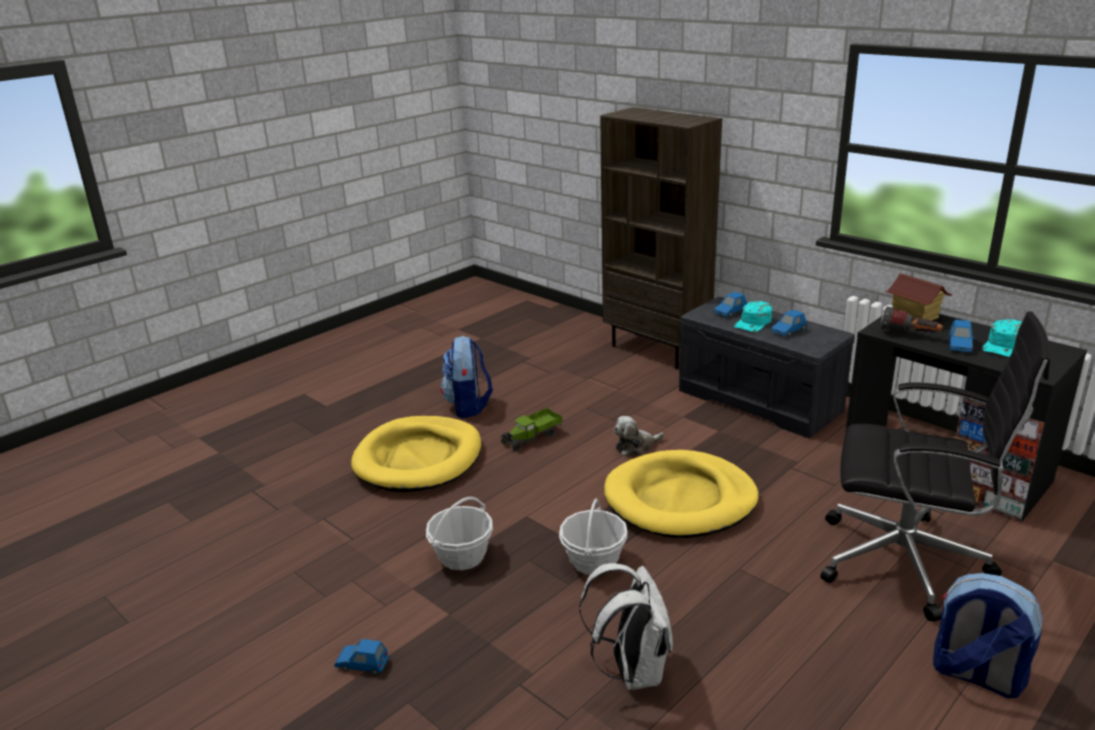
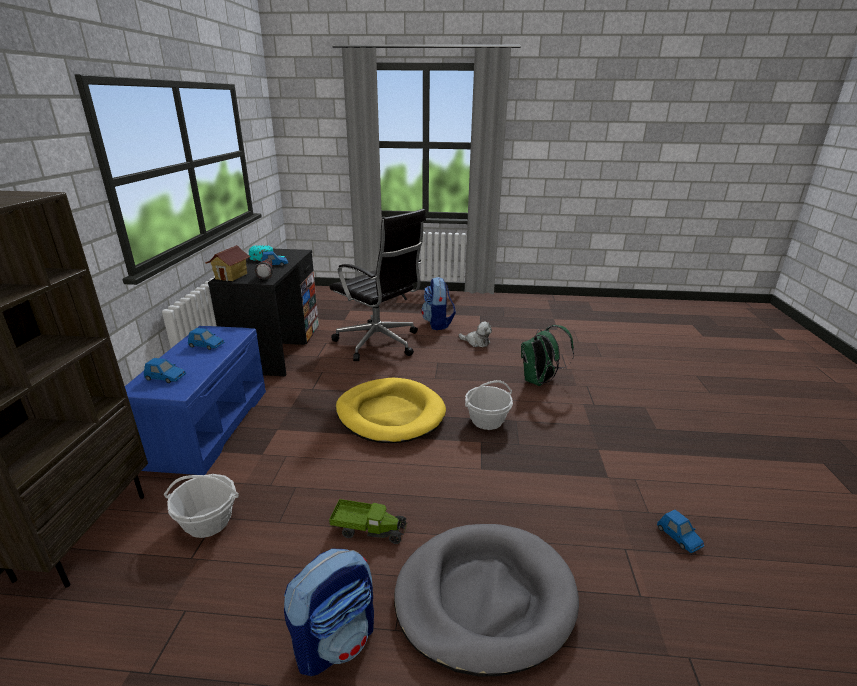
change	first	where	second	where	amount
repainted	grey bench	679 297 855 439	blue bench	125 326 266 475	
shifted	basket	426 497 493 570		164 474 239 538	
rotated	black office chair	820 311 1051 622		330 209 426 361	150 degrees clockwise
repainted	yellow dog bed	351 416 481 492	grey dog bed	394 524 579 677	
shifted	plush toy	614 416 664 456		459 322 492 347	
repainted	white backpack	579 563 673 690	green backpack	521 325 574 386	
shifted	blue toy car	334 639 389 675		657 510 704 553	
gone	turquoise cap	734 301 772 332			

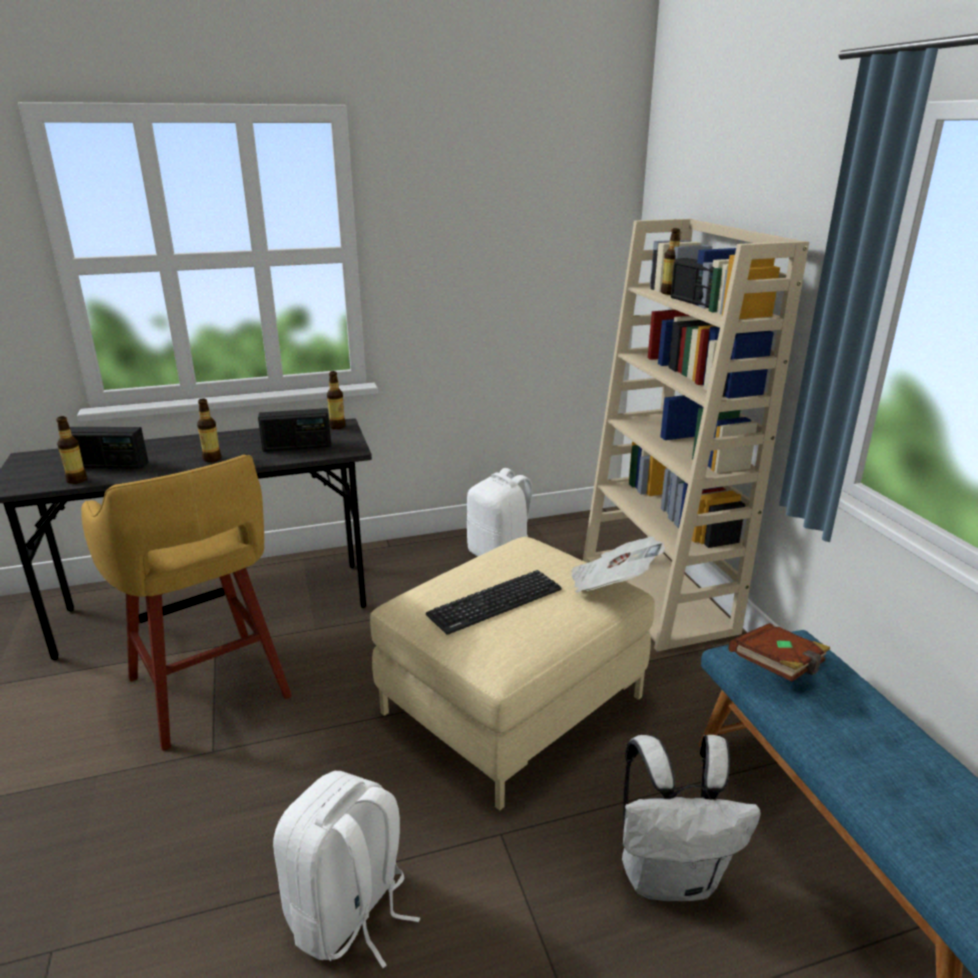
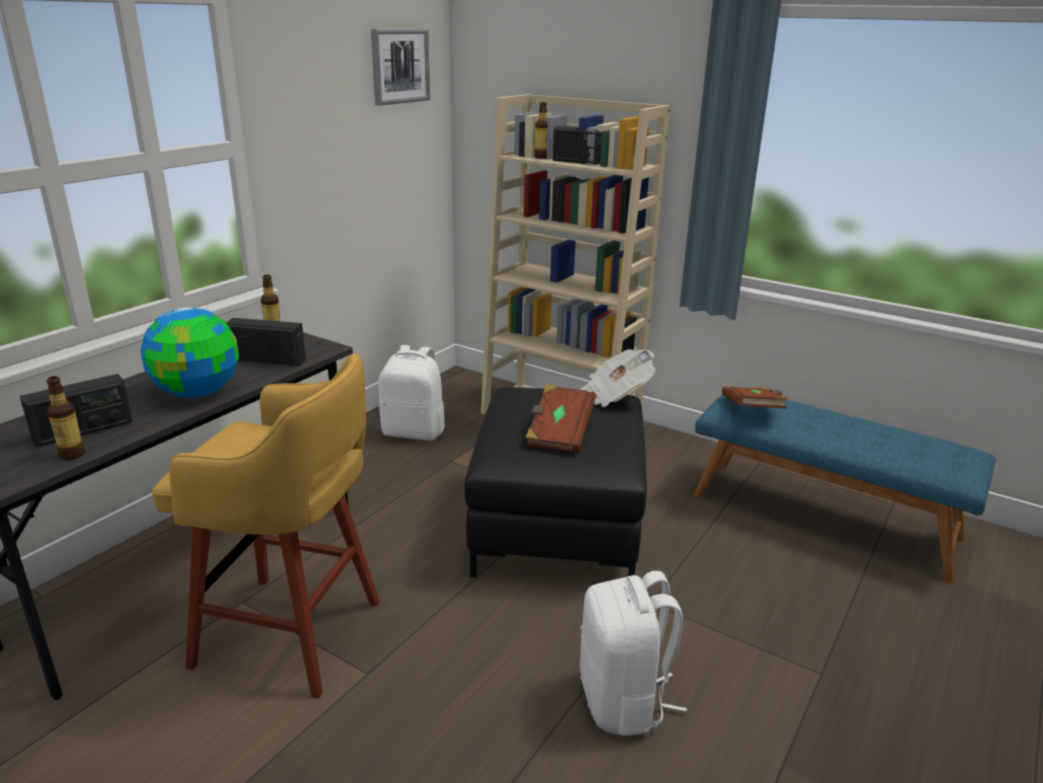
change	first	where	second	where	amount
swapped	bottle	197 398 221 462	globe	140 307 239 398	
rotated	radio	258 408 331 452		226 318 306 366	120 degrees counterclockwise
new			picture	371 29 430 106	
repainted	beige ottoman	370 537 655 811	black ottoman	464 387 647 578	
swapped	keyboard	426 570 562 635	brown book	525 384 596 453	
gone	white backpack	622 735 761 901			

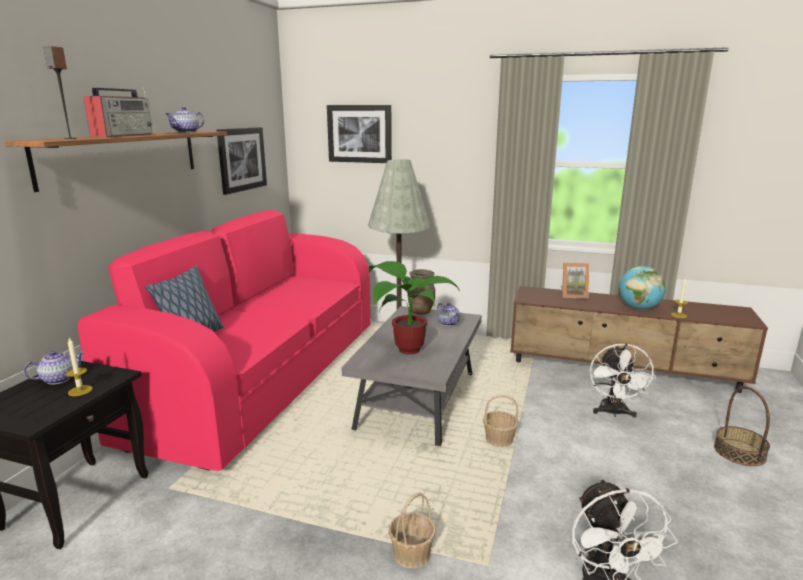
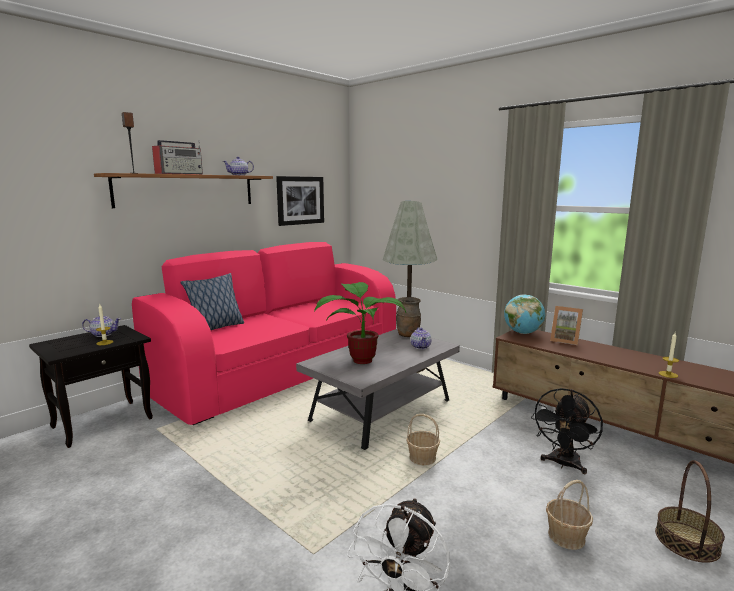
change	first	where	second	where	amount
shifted	globe	619 266 666 310		504 294 545 334	
repainted	white fan	590 343 656 418	black fan	531 388 603 475	
shifted	basket	388 493 436 569		546 480 593 550	
gone	picture	327 105 392 163			

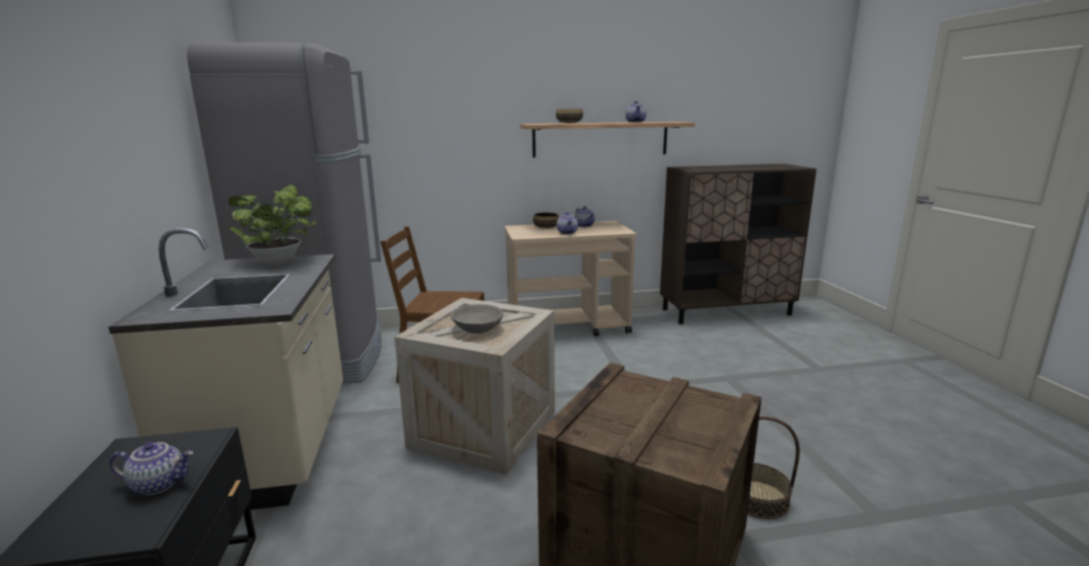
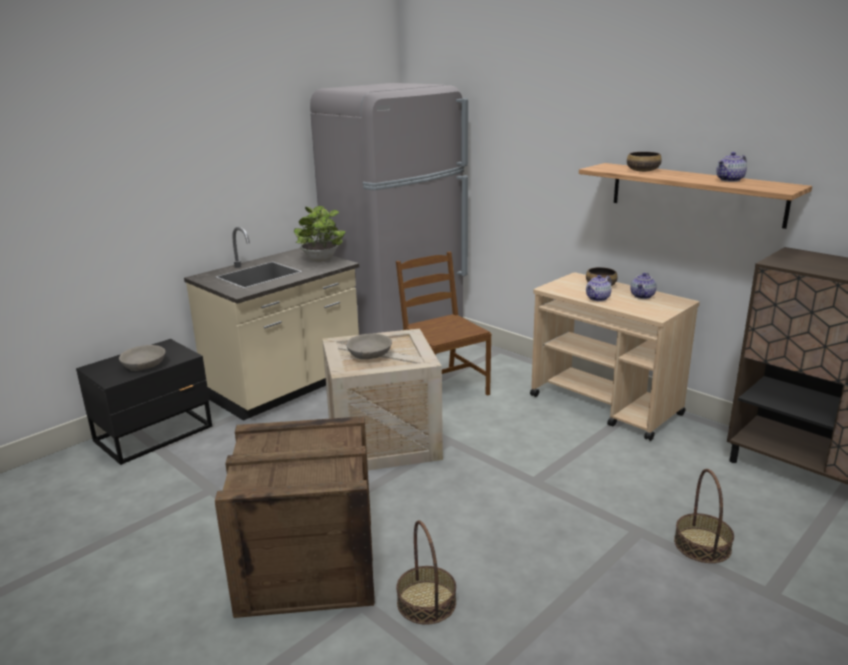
change	first	where	second	where	amount
swapped	teapot	110 442 193 495	grey bowl	119 345 166 371	
new			basket	674 469 734 563	

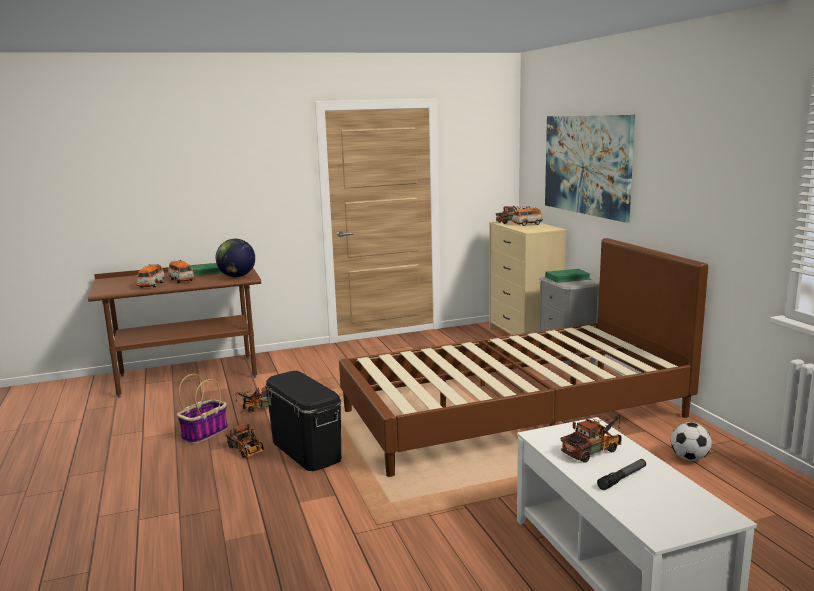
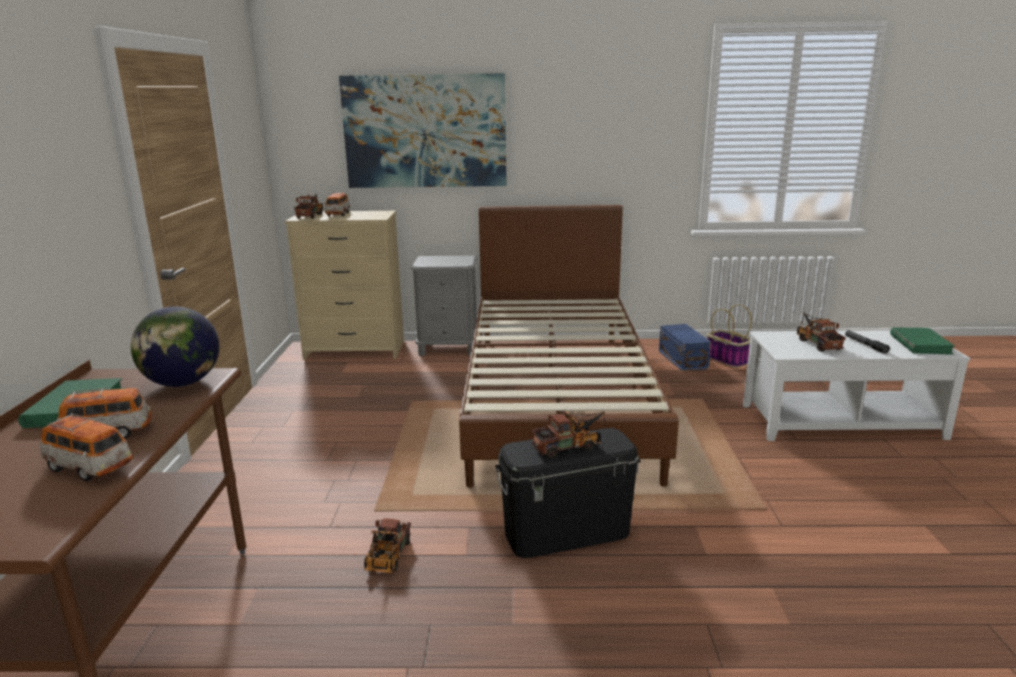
change	first	where	second	where	amount
shifted	toy truck	226 424 264 458		532 411 606 458	
swapped	football	671 422 712 461	blue storage box	659 324 711 371	
shifted	basket	177 374 228 444		707 304 752 368	
shifted	green book	545 269 591 283		890 327 955 354	

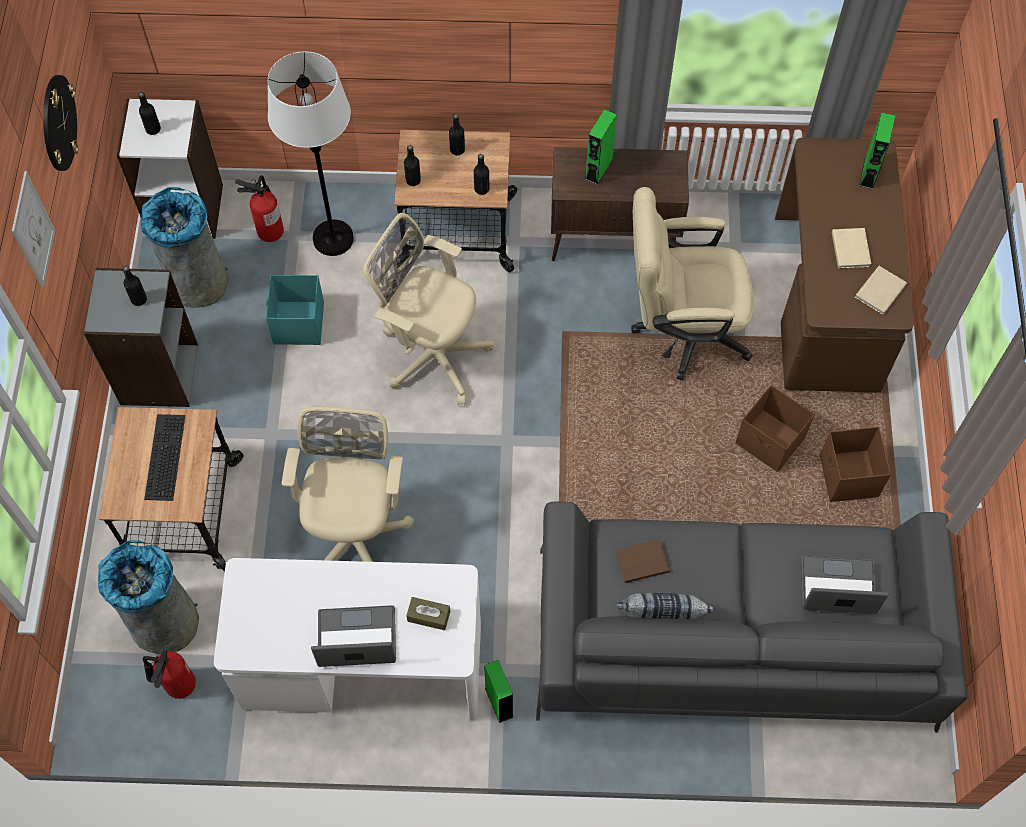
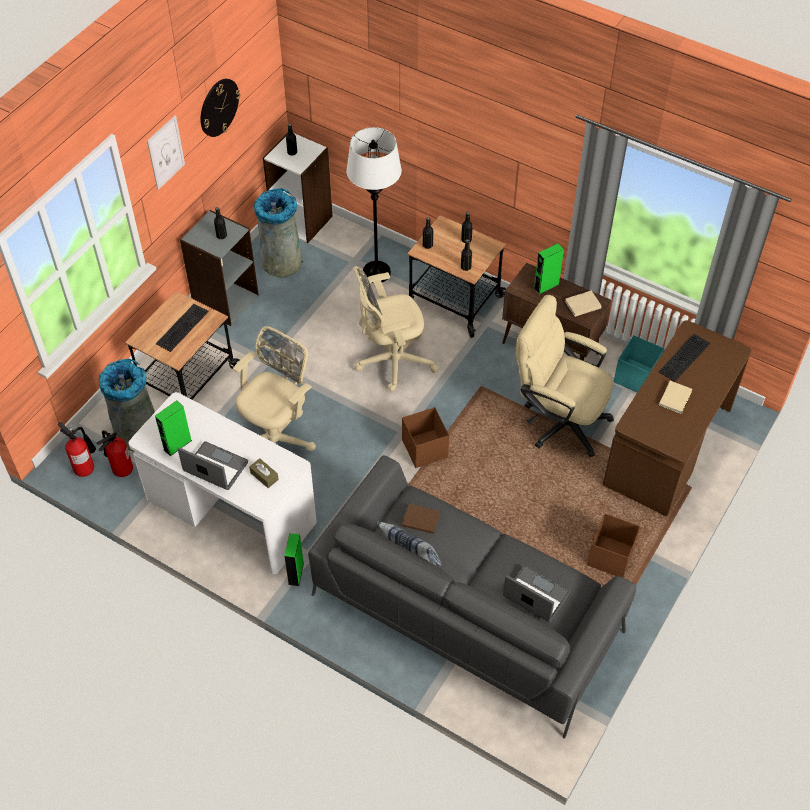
change	first	where	second	where	amount
shifted	fire extinguisher	235 175 284 242		58 422 96 477	
shifted	green speaker	859 112 895 189		155 400 192 456	
rotated	beige office chair	364 213 494 405		353 266 439 392	75 degrees counterclockwise
shifted	brown storage box	736 385 815 472		402 407 449 468	
shifted	beige book	855 266 907 315		565 291 602 317	
shifted	turquoise storage box	266 275 324 345		614 335 665 392	
new			keyboard	659 334 710 382	

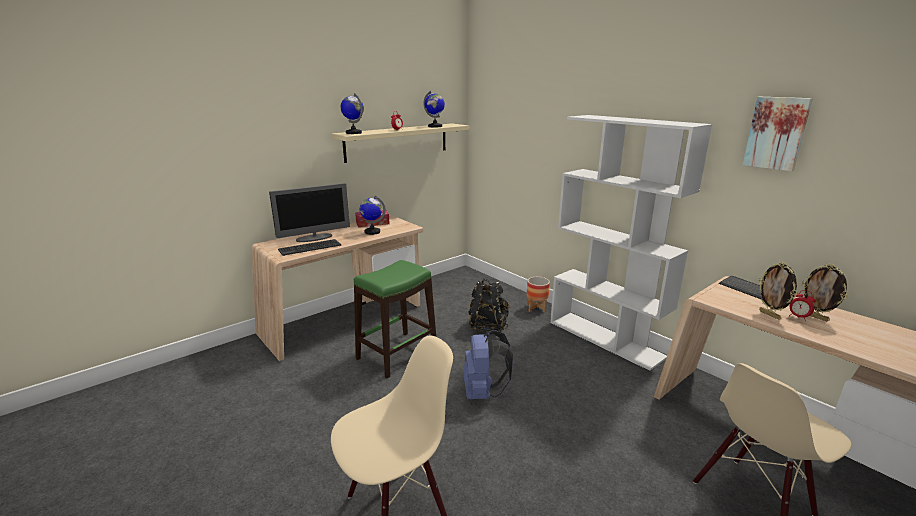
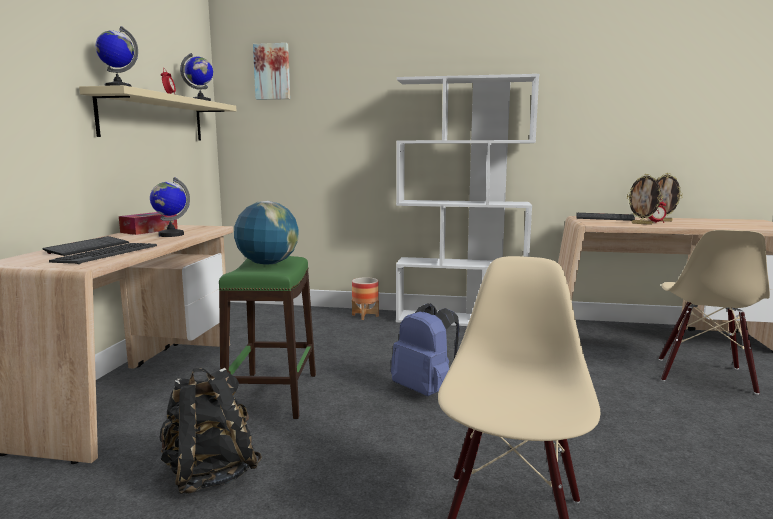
change	first	where	second	where	amount
swapped	monitor	269 183 350 242	keyboard	42 236 129 256	
shifted	black backpack	468 279 509 331		160 368 262 494	
new			globe	234 201 299 265	
shifted	picture	743 97 813 171		253 43 290 100	

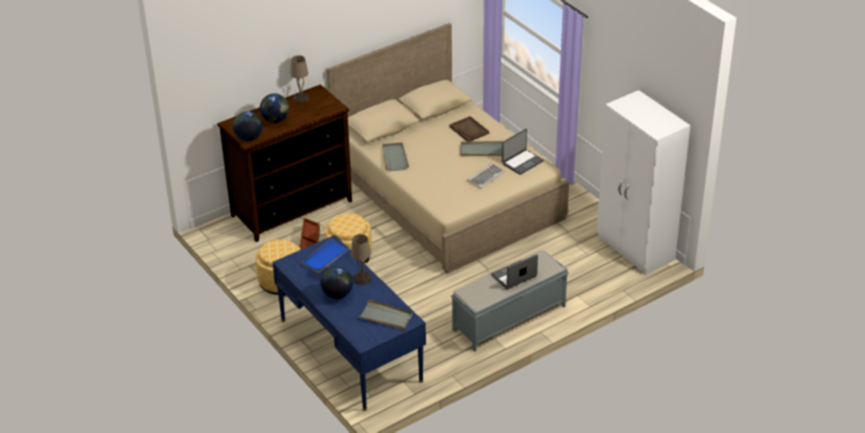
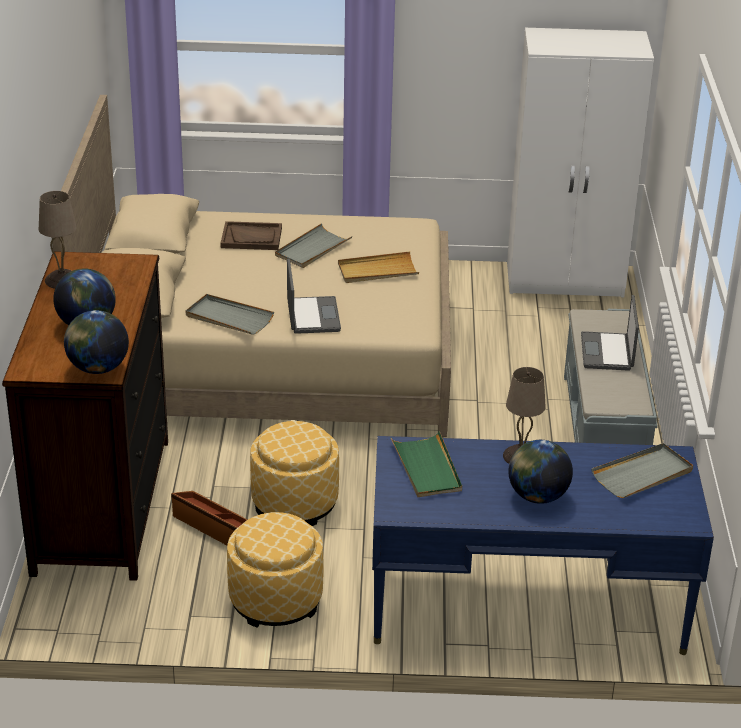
change	first	where	second	where	amount
shifted	laptop	502 129 544 175		287 259 341 334	
swapped	keyboard	467 163 505 189	beige tray	338 251 419 283	
repainted	blue tray	302 238 351 273	green tray	390 431 462 497	

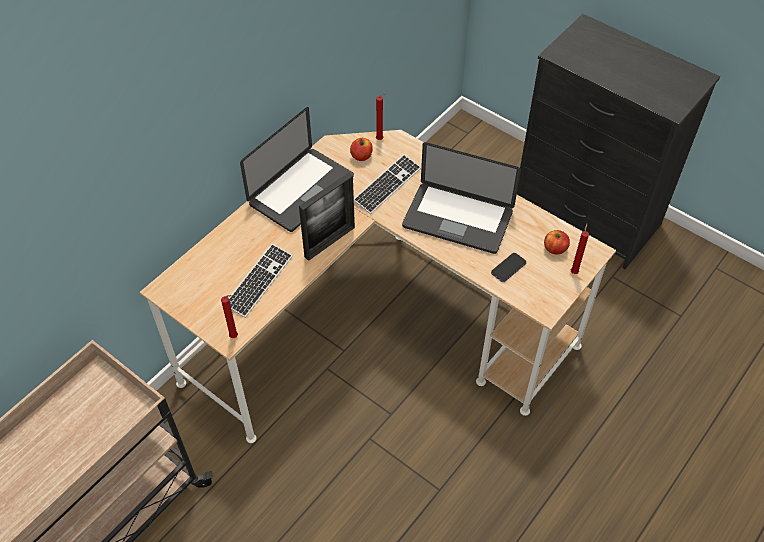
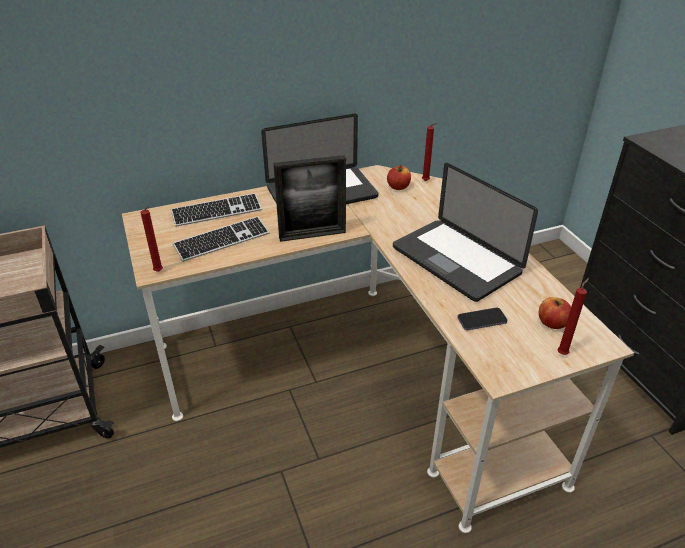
change	first	where	second	where	amount
shifted	keyboard	354 154 421 214		171 193 262 227	

